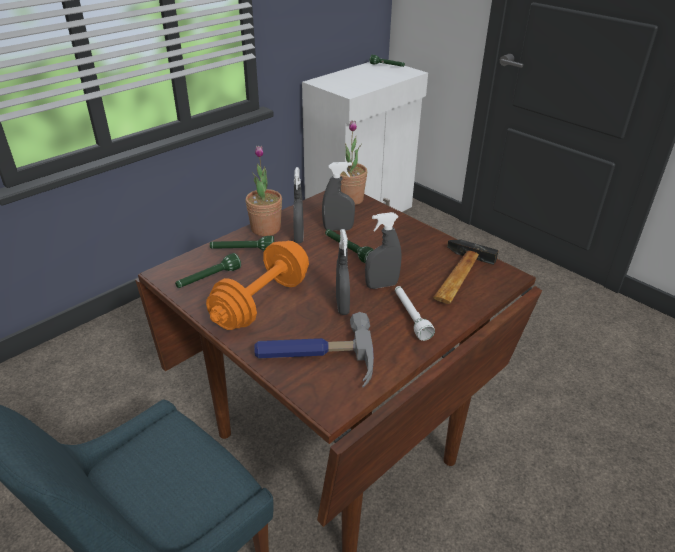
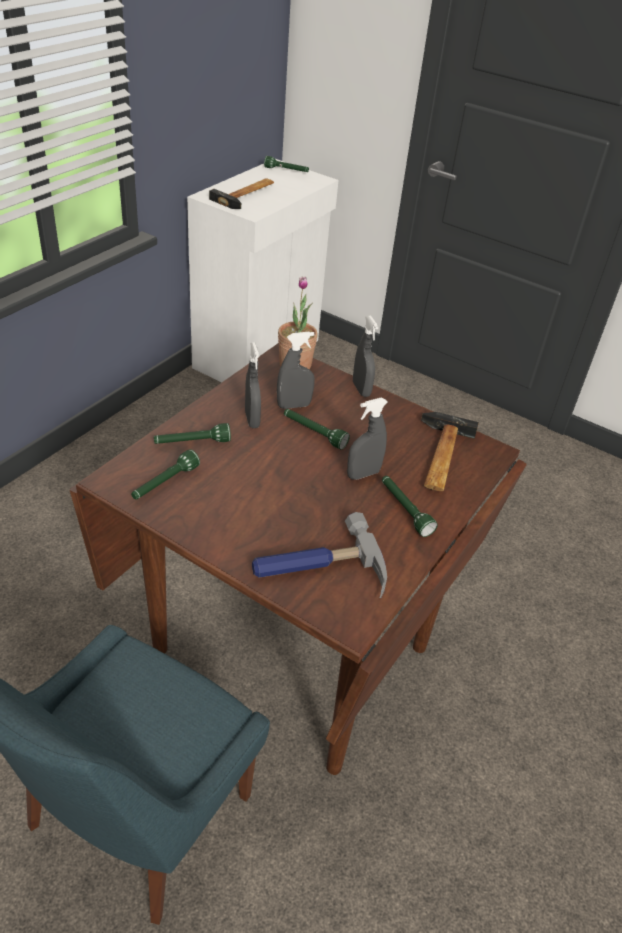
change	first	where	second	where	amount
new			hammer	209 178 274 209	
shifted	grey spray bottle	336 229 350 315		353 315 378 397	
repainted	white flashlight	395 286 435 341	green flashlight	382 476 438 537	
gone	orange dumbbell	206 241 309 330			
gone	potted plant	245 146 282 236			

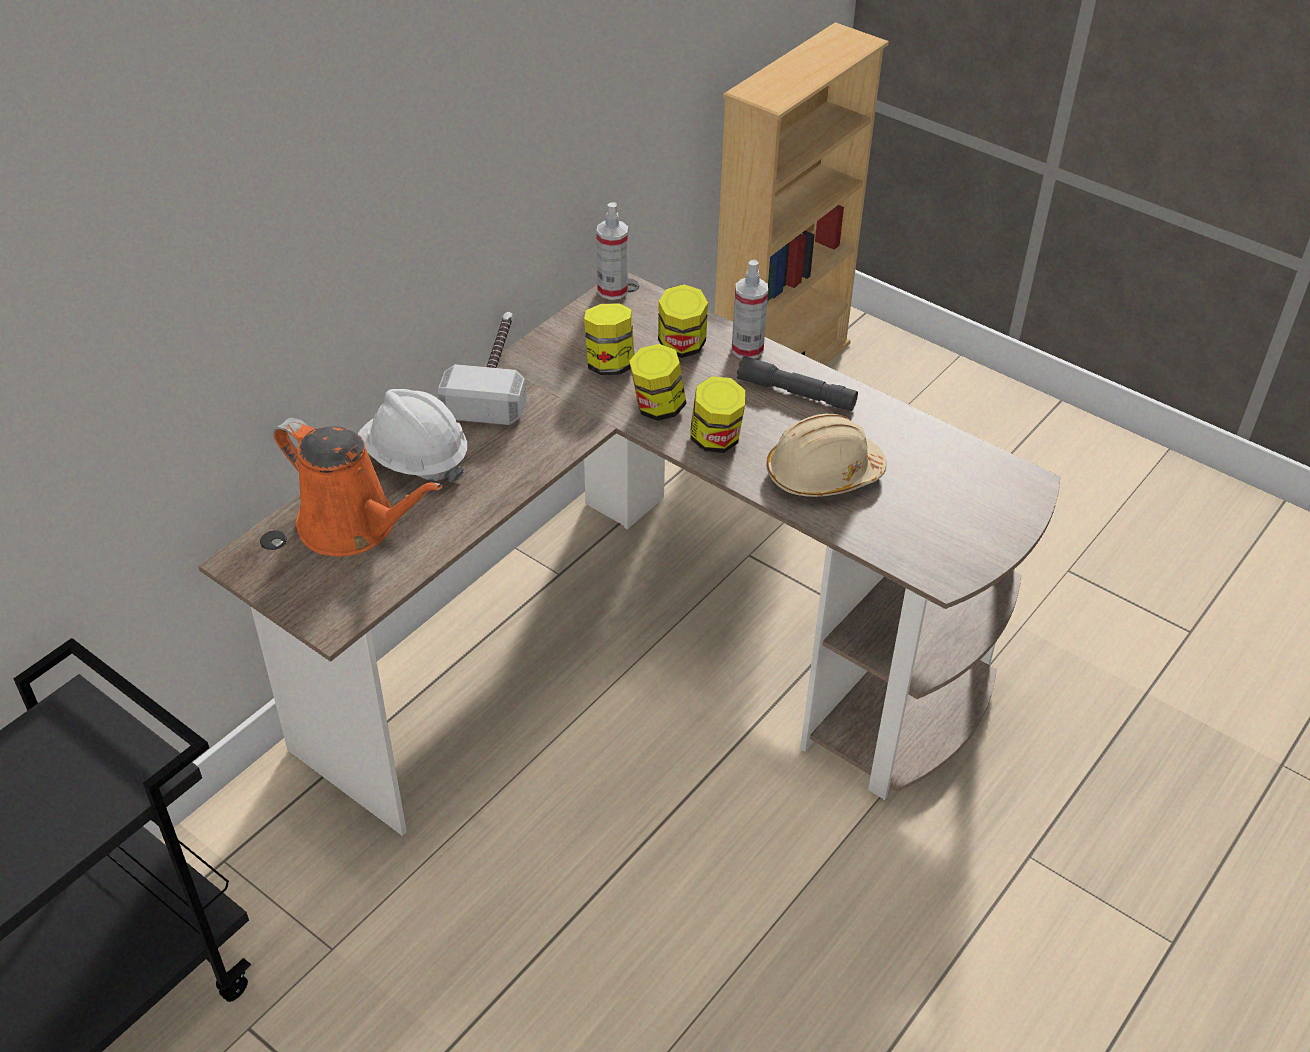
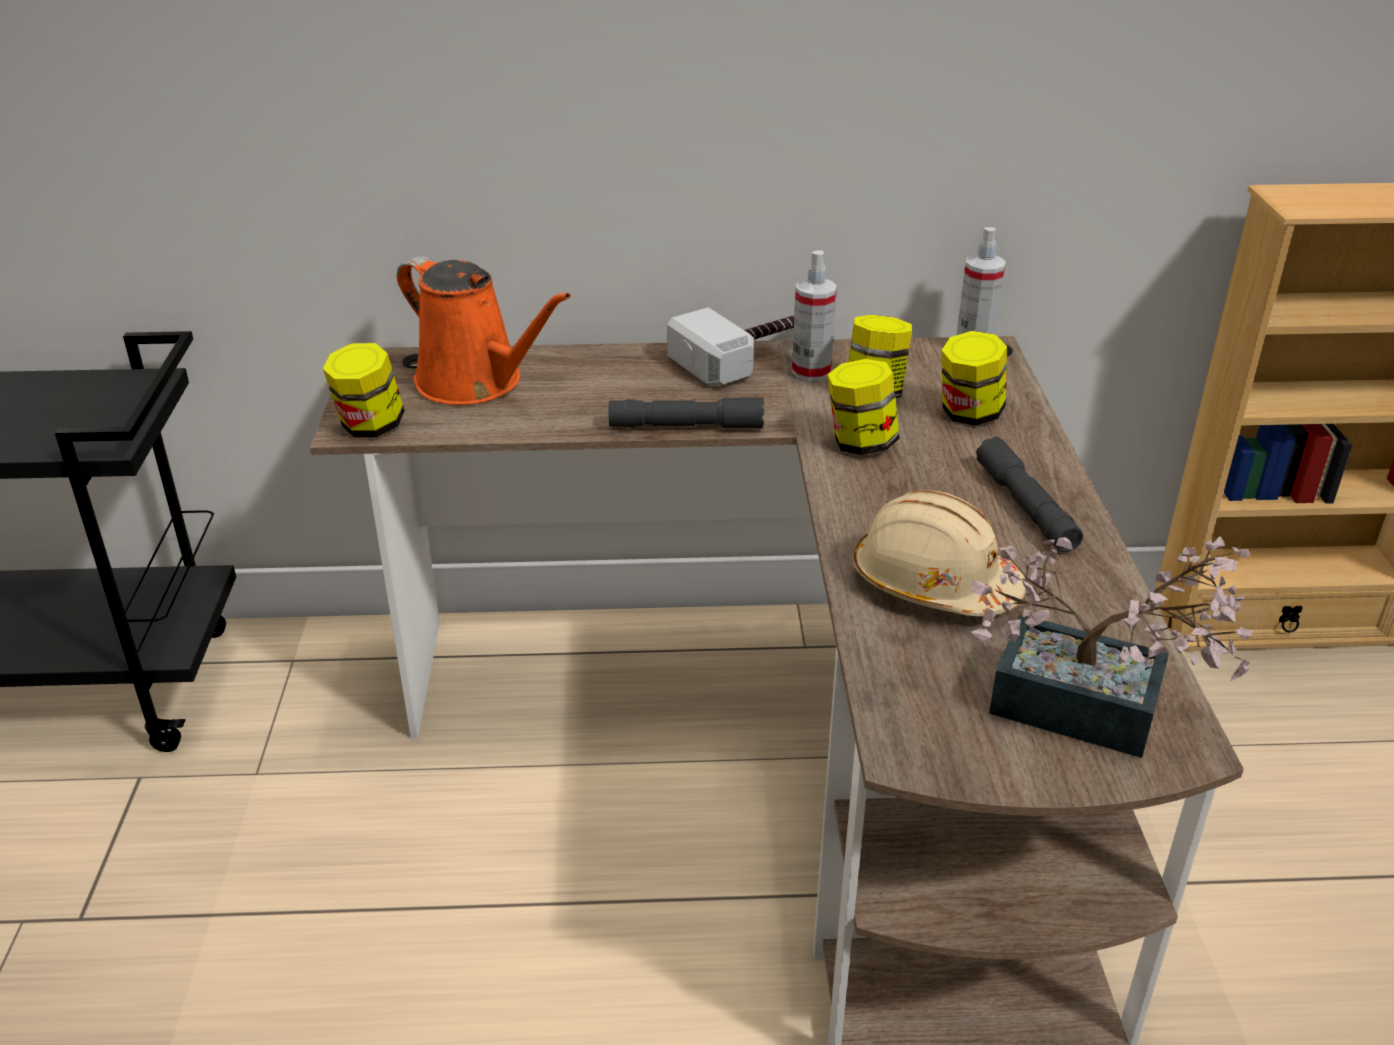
change	first	where	second	where	amount
shifted	jar	690 376 745 453		323 343 405 437	
rotated	orange watering can	273 418 442 557		397 256 571 405	45 degrees counterclockwise
new			grey flashlight	609 397 764 429	
shifted	spray bottle	732 259 768 359		792 250 837 381	
new			potted plant	971 536 1254 758	
gone	white hard hat	358 389 467 482			

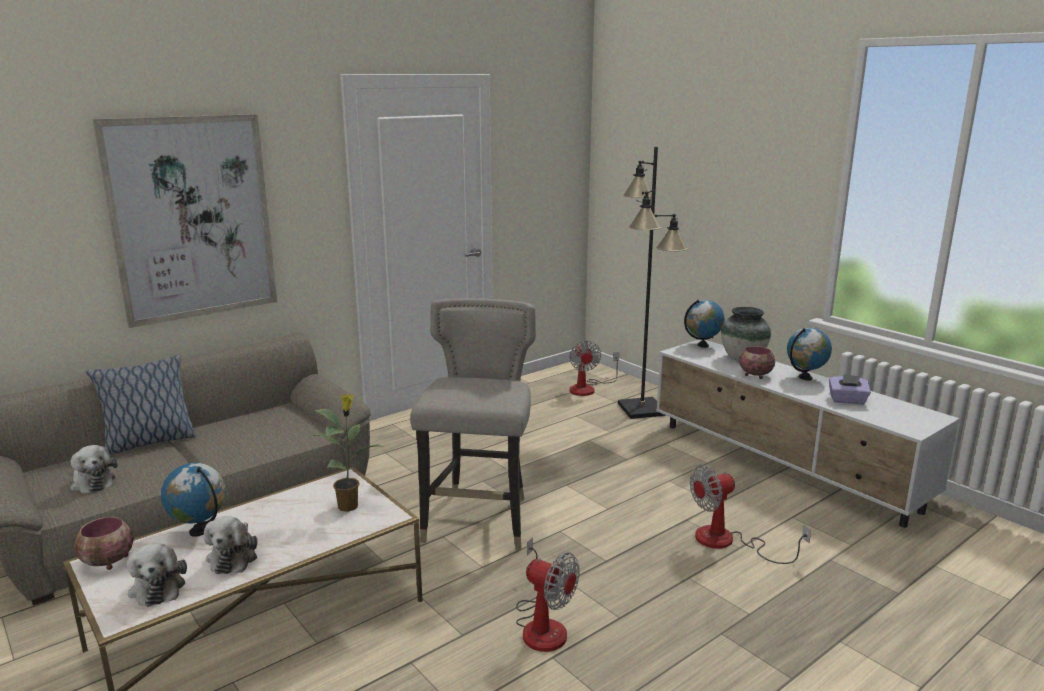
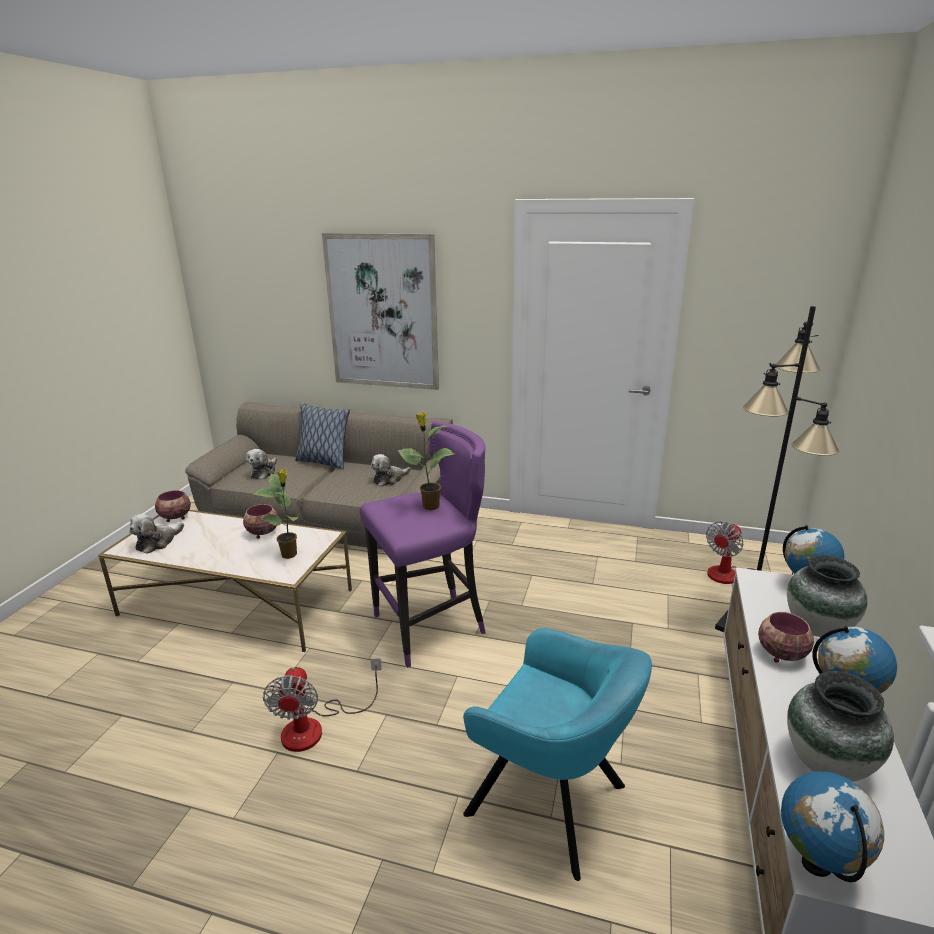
change	first	where	second	where	amount
new			bowl	243 504 278 539	
repainted	grey stool	410 298 536 551	purple stool	360 421 486 668	
shifted	plush toy	204 516 257 574		371 454 411 487	
new			potted plant	398 412 455 510	
swapped	fan	690 465 811 564	turquoise armchair	463 628 652 881	
shifted	globe	161 463 225 537		781 771 884 882	
swapped	purple tissue box	829 374 871 404	vase	787 671 894 782	

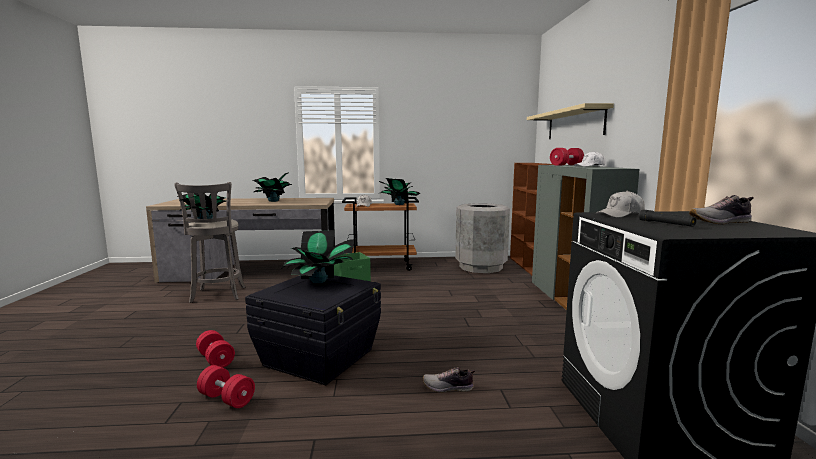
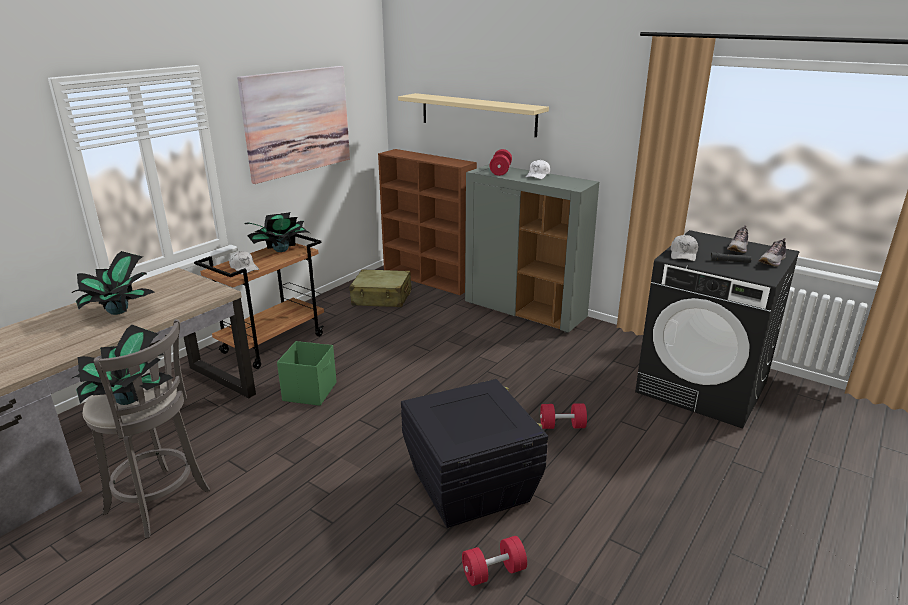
change	first	where	second	where	amount
new			picture	237 66 350 184	
swapped	grey trash can	455 203 510 273	beige suitcase	349 269 412 307	
shifted	red dumbbell	196 330 235 368		540 404 587 429	
shifted	shoe	423 367 476 393		758 238 786 266	
gone	potted plant	282 230 355 283			

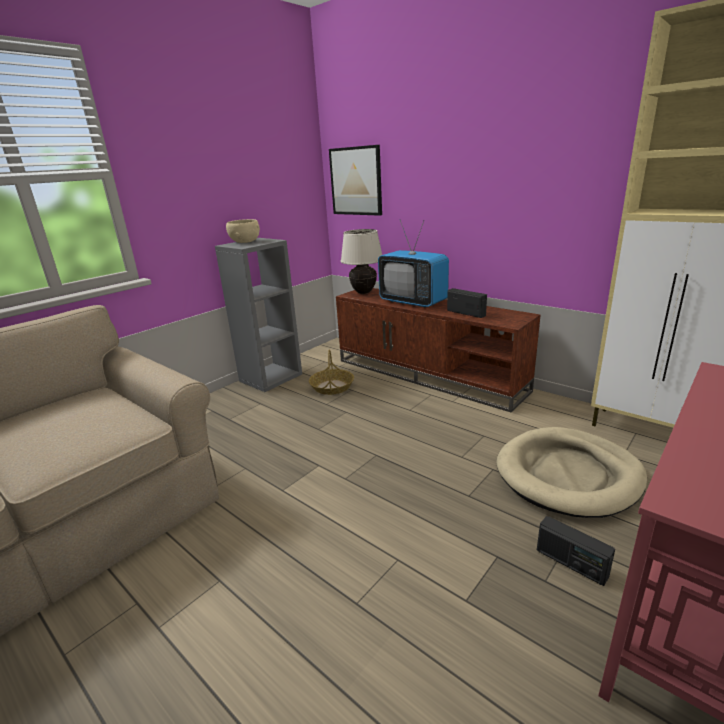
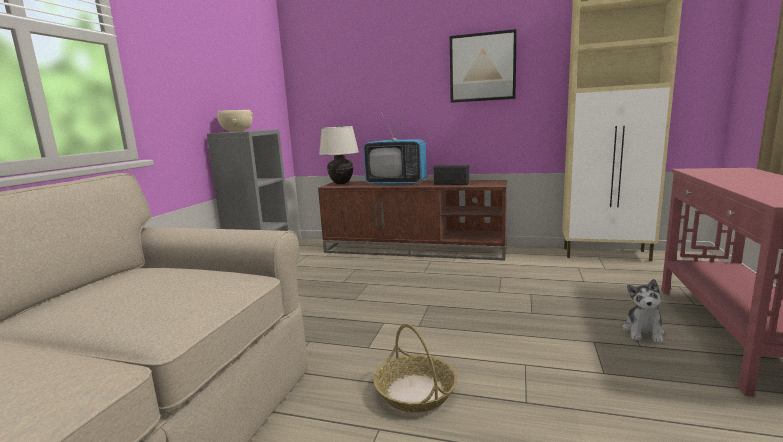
change	first	where	second	where	amount
shifted	basket	309 350 354 395		373 324 457 413	
shifted	picture	329 145 382 216		450 29 517 103	
swapped	radio	537 516 615 586	plush toy	623 279 665 343	
gone	beige dog bed	496 427 647 518			

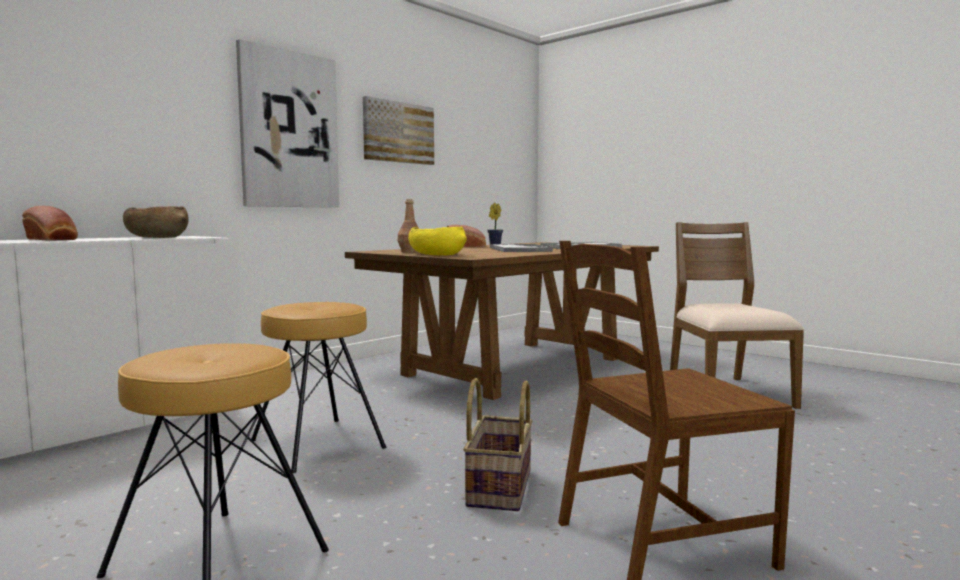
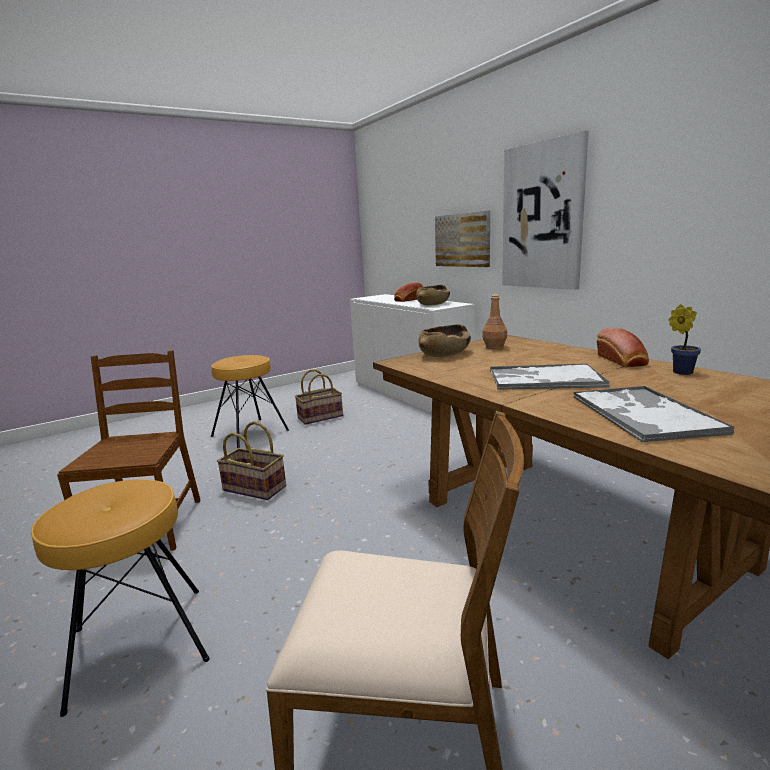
change	first	where	second	where	amount
shifted	brown stool	251 302 386 473		31 479 210 717	
new			basket	295 369 343 425	
repainted	yellow bowl	408 227 467 256	brown bowl	419 324 471 357	
shifted	picture	363 96 434 165		435 211 490 267	

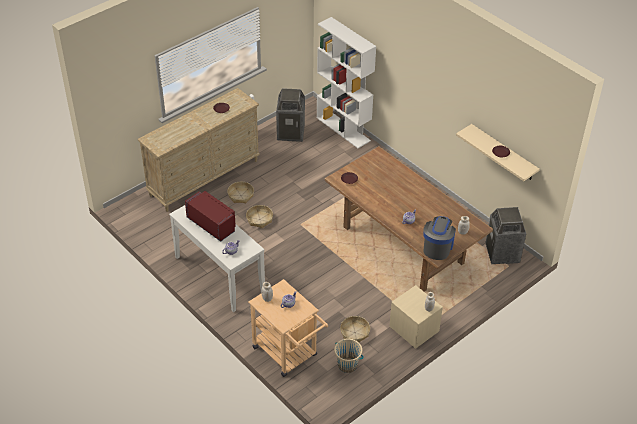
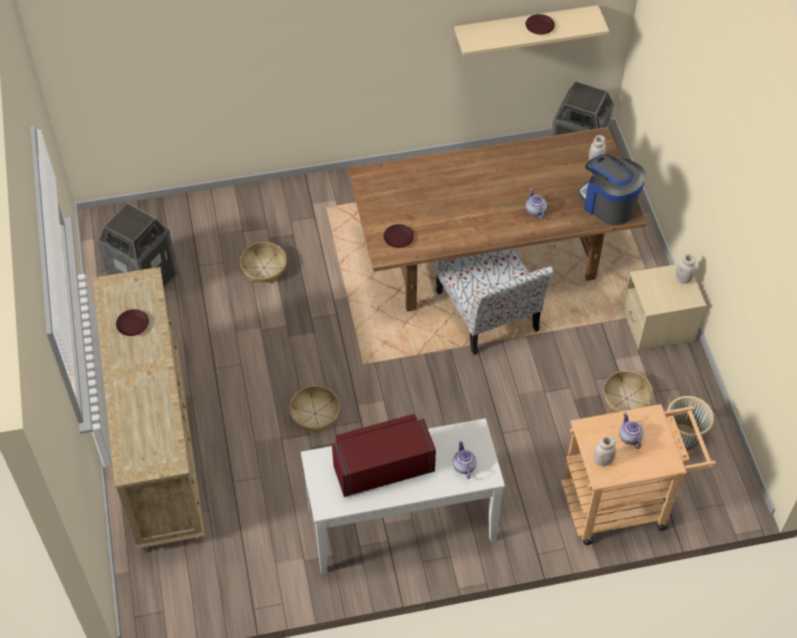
change	first	where	second	where	amount
shifted	basket	227 182 254 203		240 242 287 283	
new			chair	435 248 554 355	
gone	white bookcase	317 17 376 148			

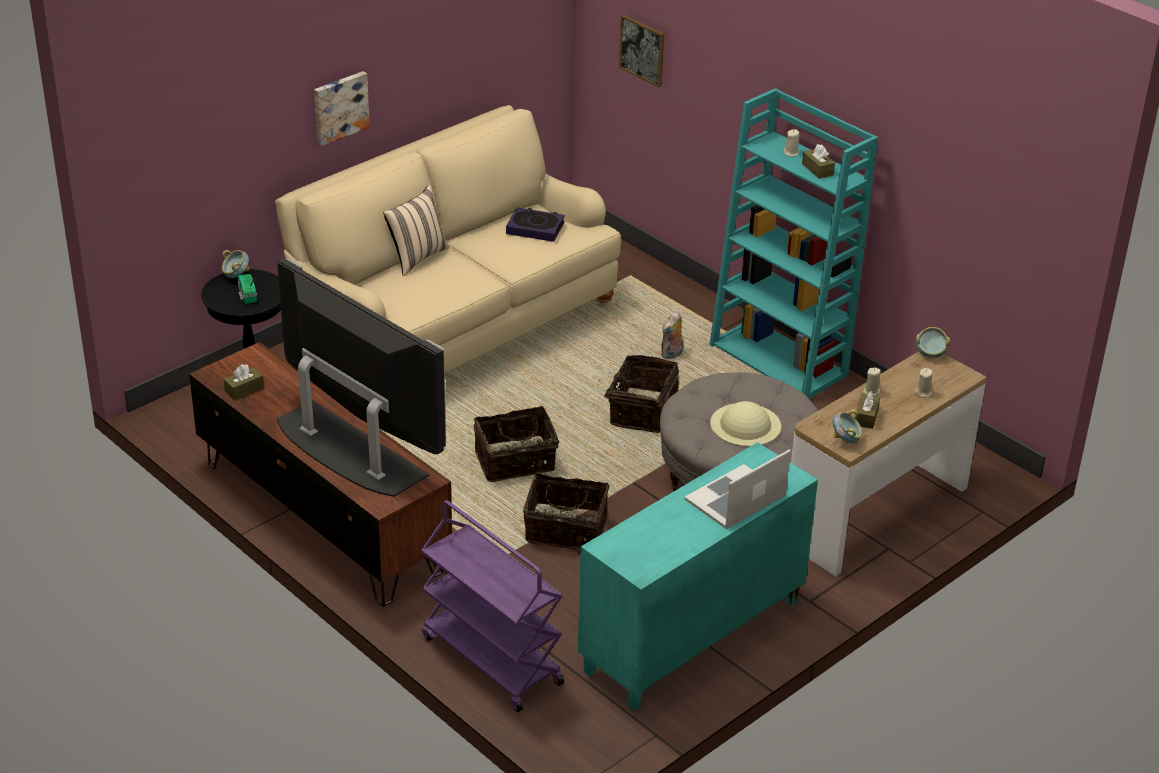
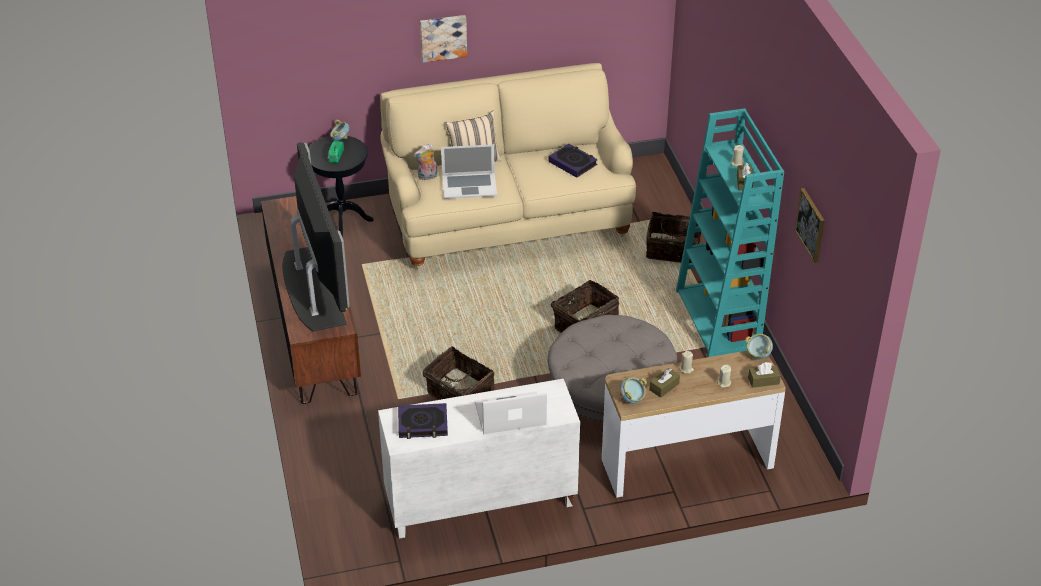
change	first	where	second	where	amount
repainted	turquoise cabinet	578 442 818 711	white cabinet	378 378 580 539	
new			book	398 403 448 439	
shifted	plush toy	661 312 684 359		414 144 437 180	
new			laptop	441 144 497 199	
shifted	basket	474 406 559 482		646 212 701 263	
shifted	brown tissue box	224 364 264 400		748 362 781 388	
shifted	picture	619 15 664 87		795 188 825 263	
gone	purple cart	421 500 564 712			
gone	beige hat	710 401 781 447			

